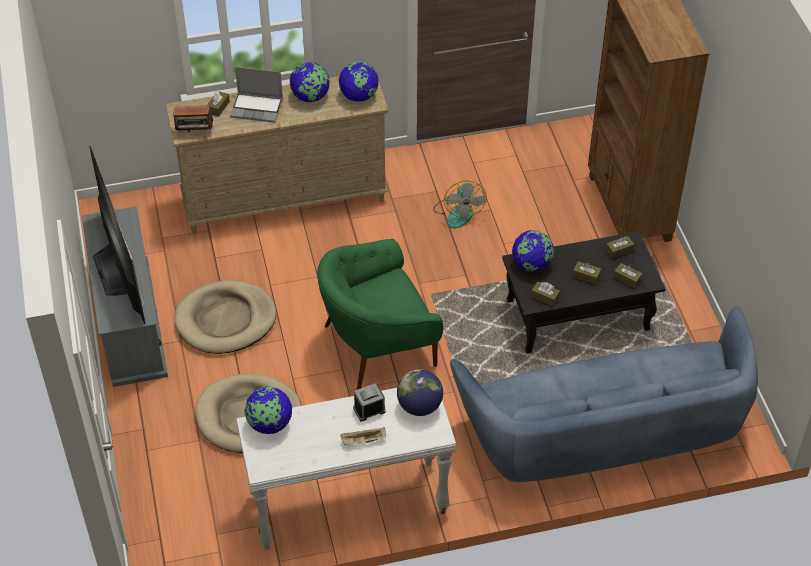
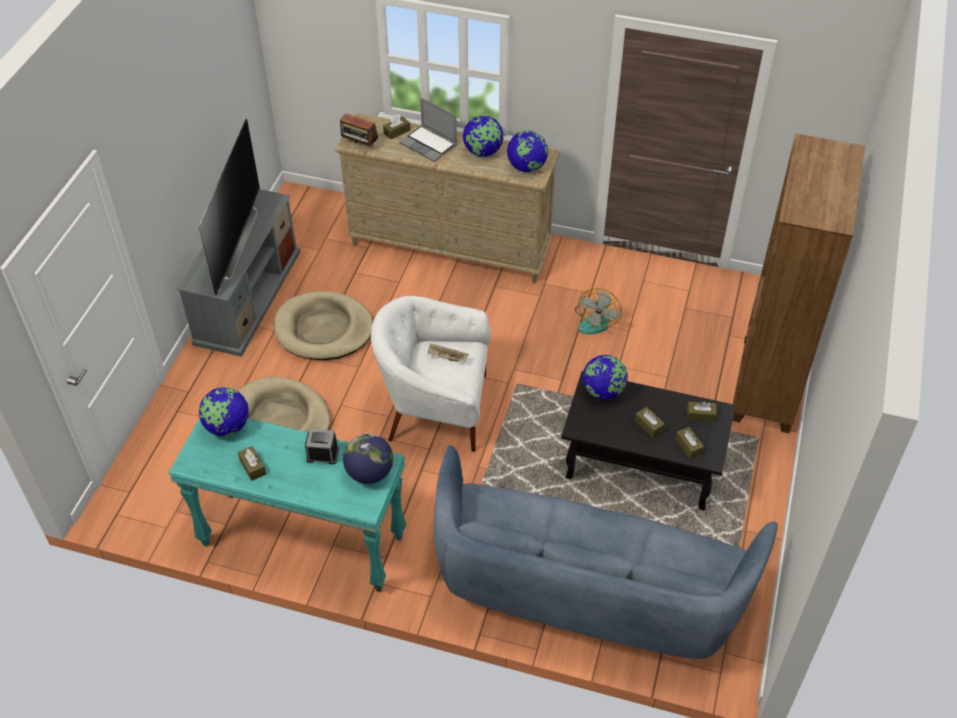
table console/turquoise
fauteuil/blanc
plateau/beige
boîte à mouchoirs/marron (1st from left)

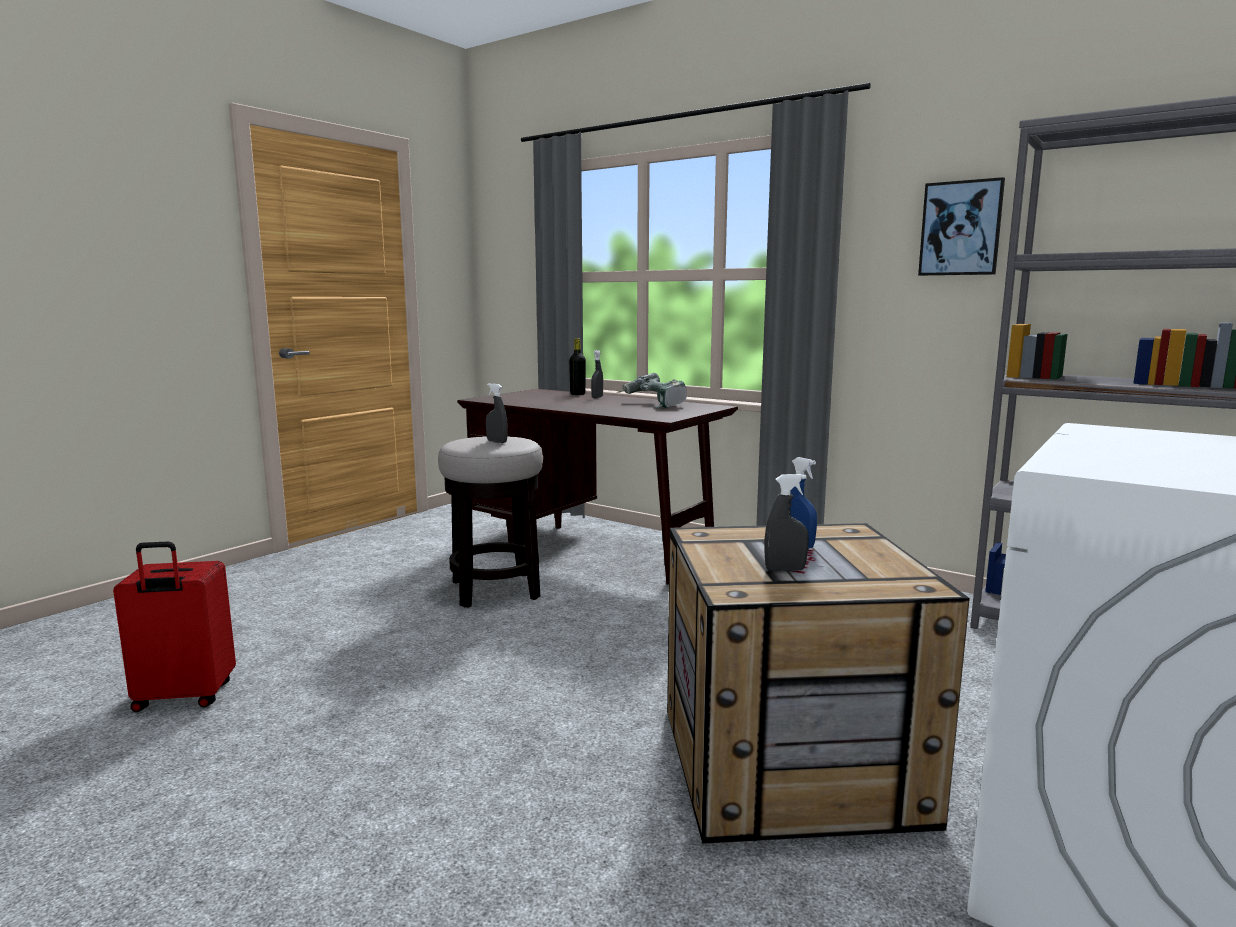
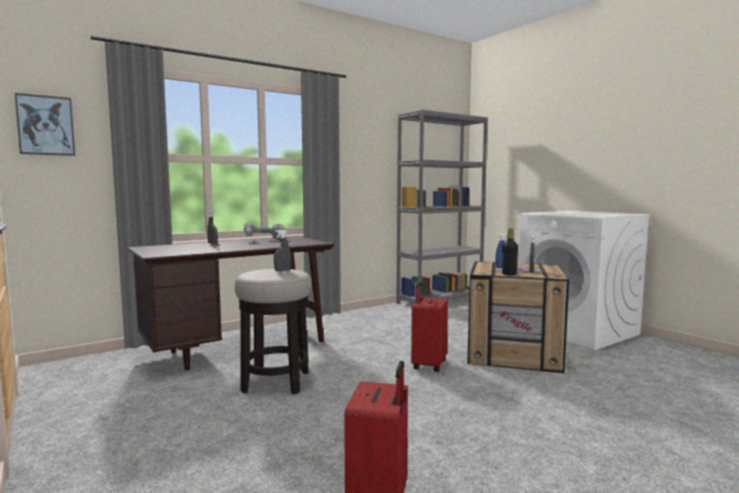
bouteille/noir
tableau
valise/rouge (2nd from left)

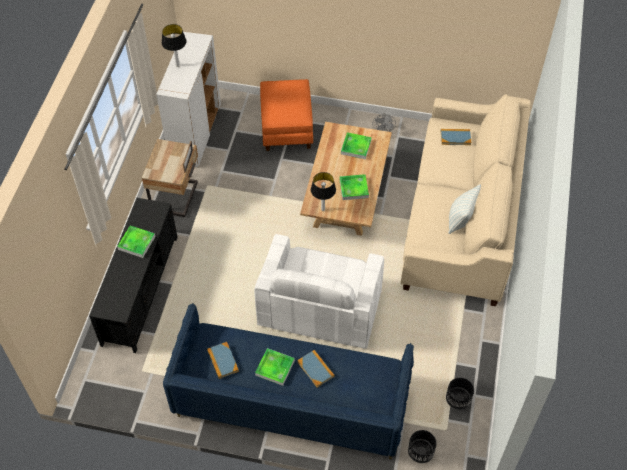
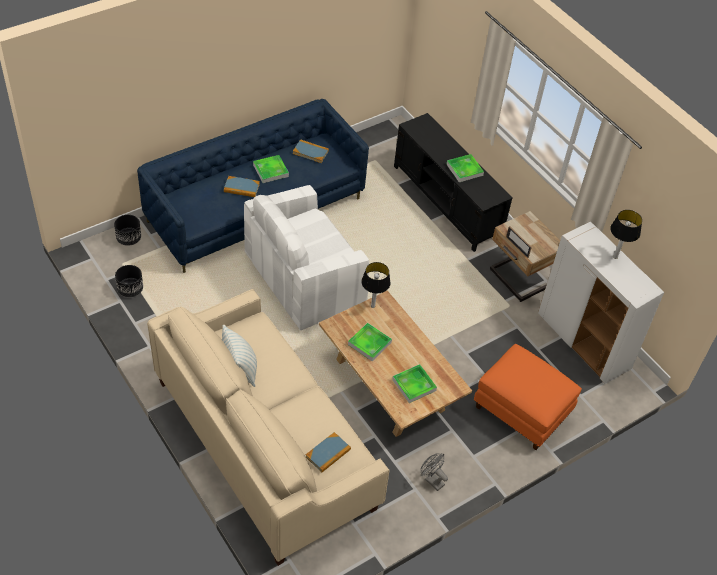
fauteuil/blanc

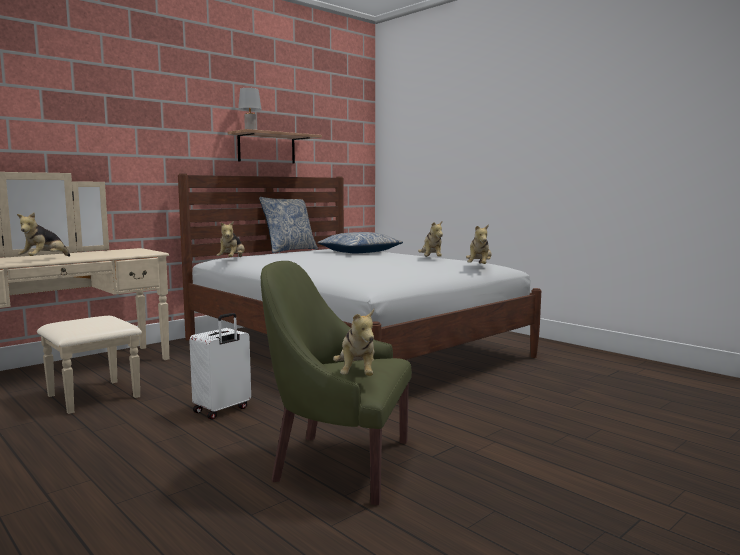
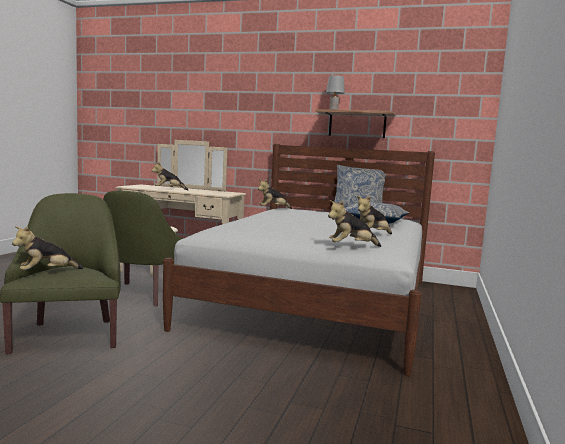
fauteuil/vert (2nd from left)

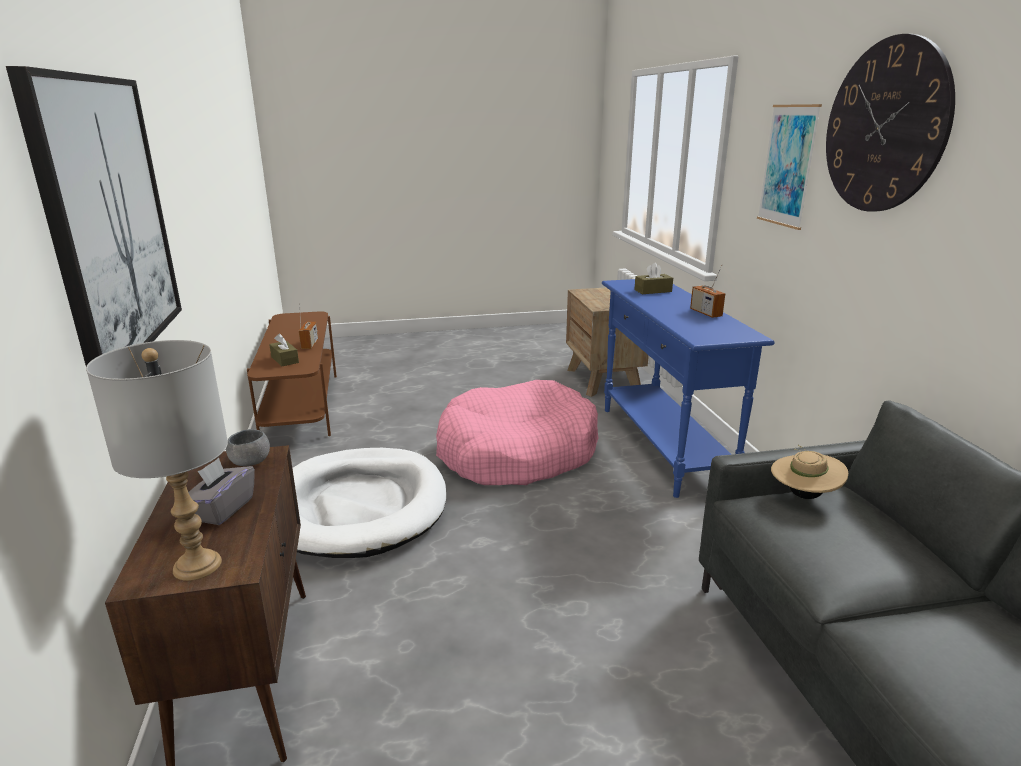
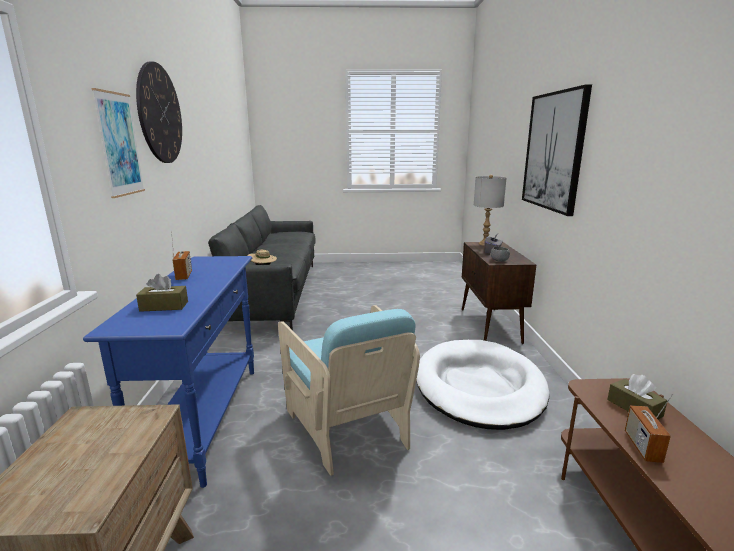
fauteuil/turquoise

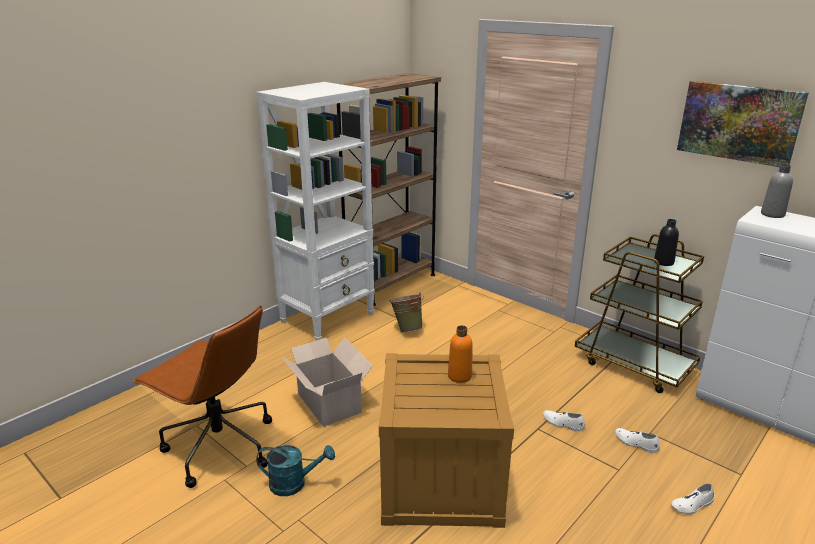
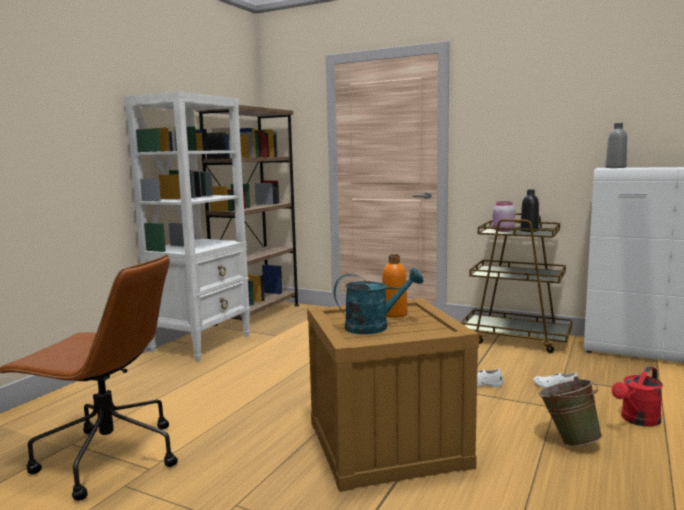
arrosoir/turquoise
carton
seau/vert
arrosoir/rouge
tableau
bocal/rose

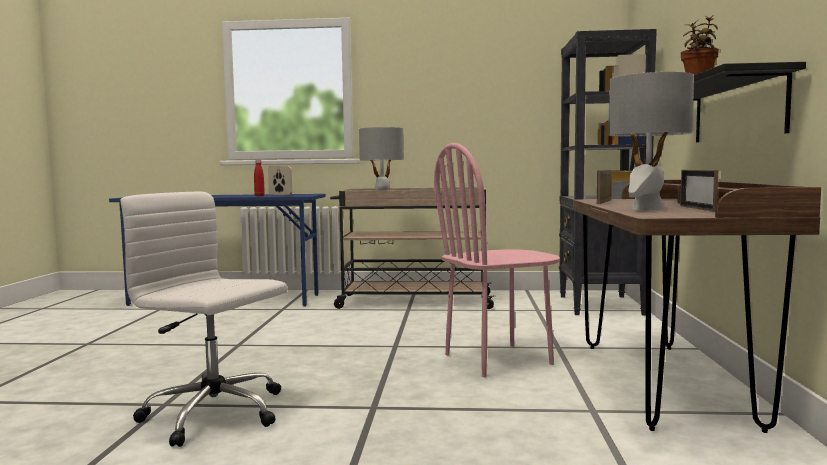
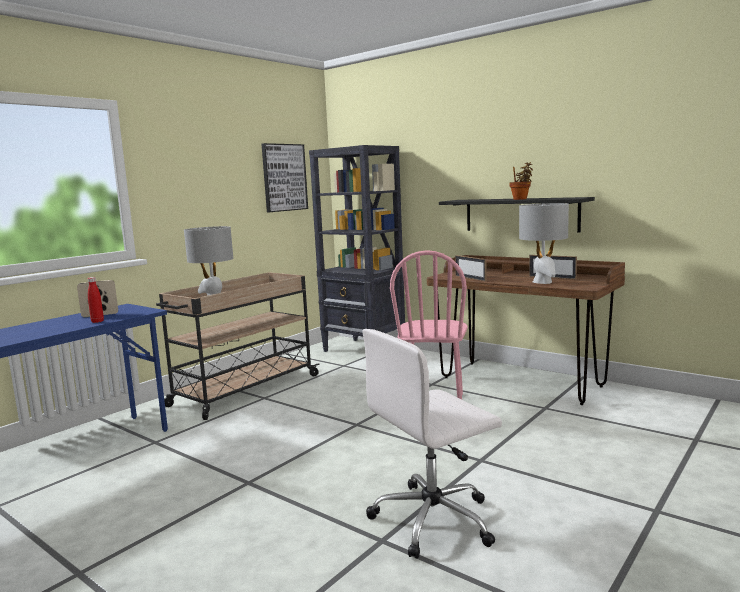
tableau

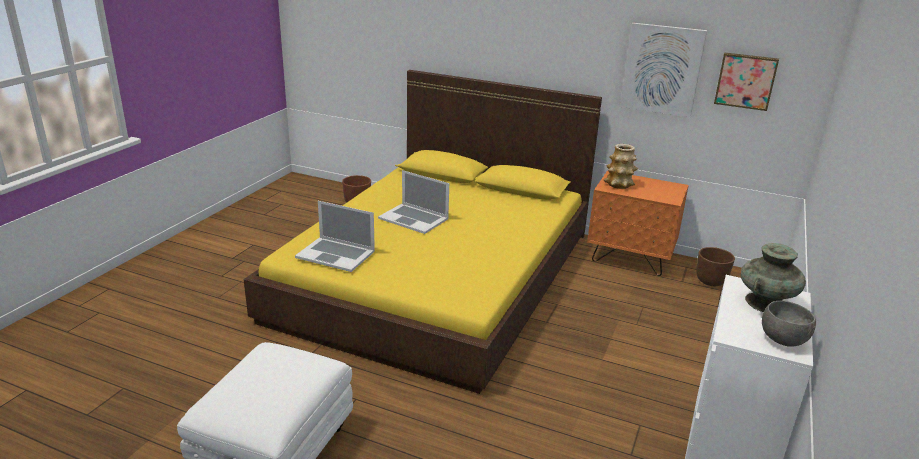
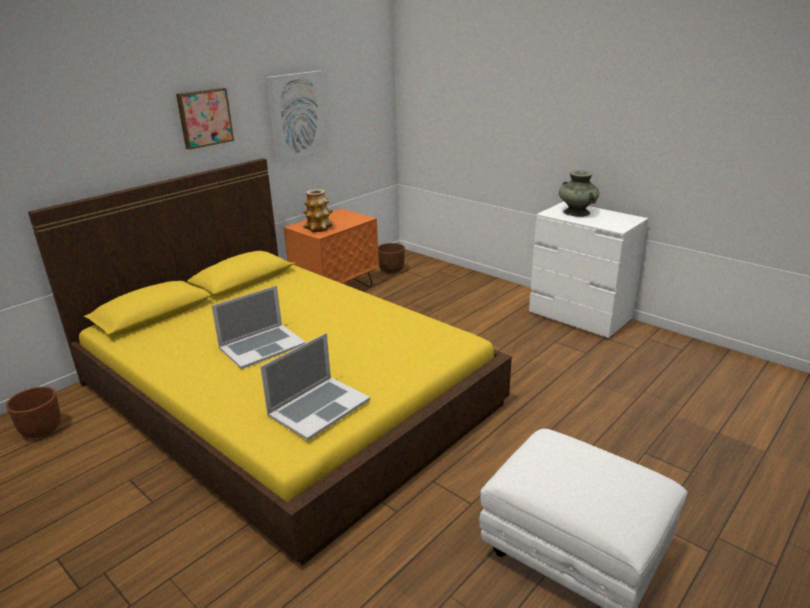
tableau (1st from left)
bol/gris

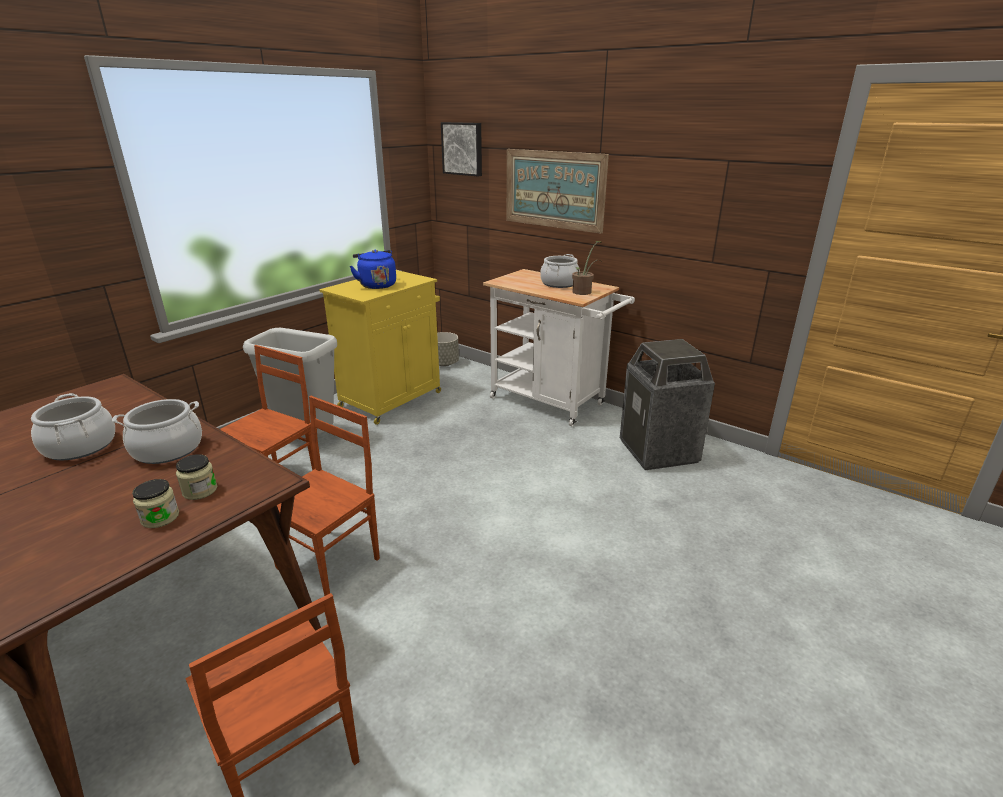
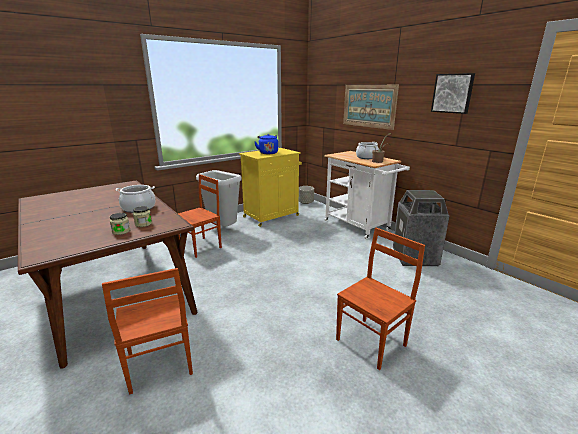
marmite (1st from left in the first image)
chaise/marron (3rd from left)
tableau (2nd from left)

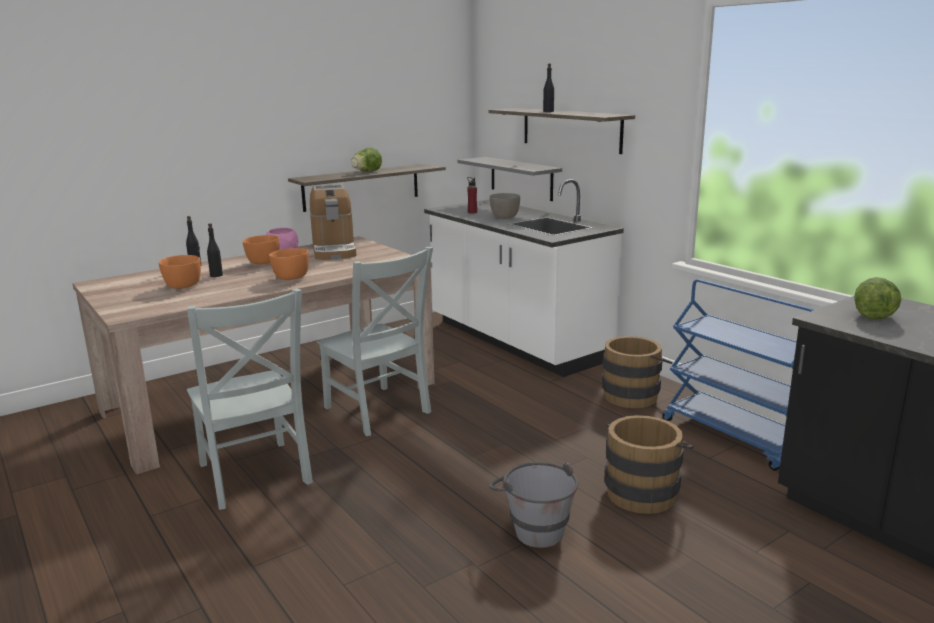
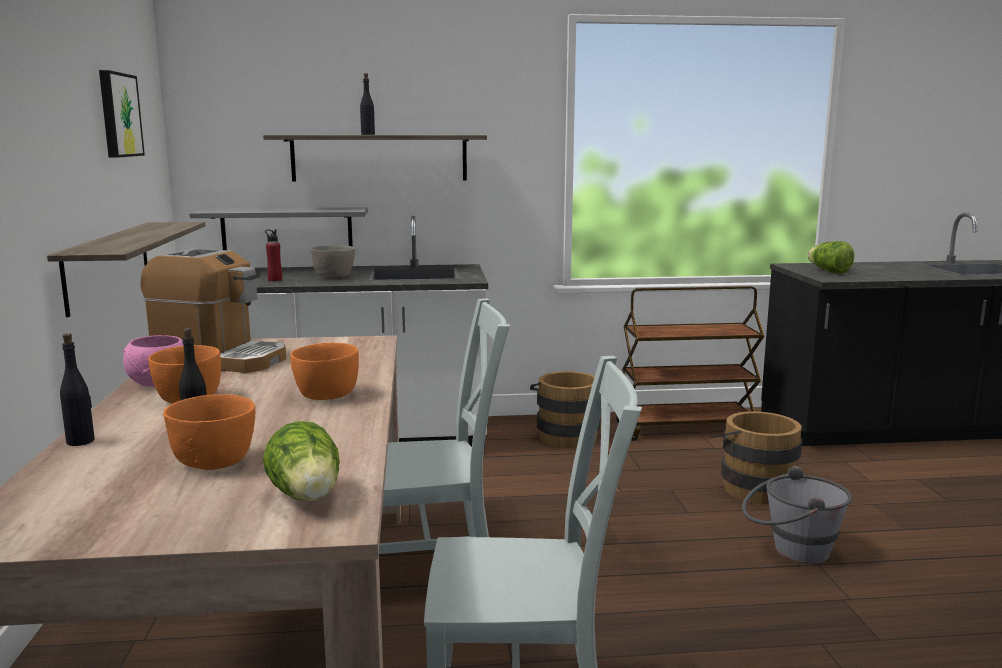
laitue (1st from left)
chariot/marron
tableau

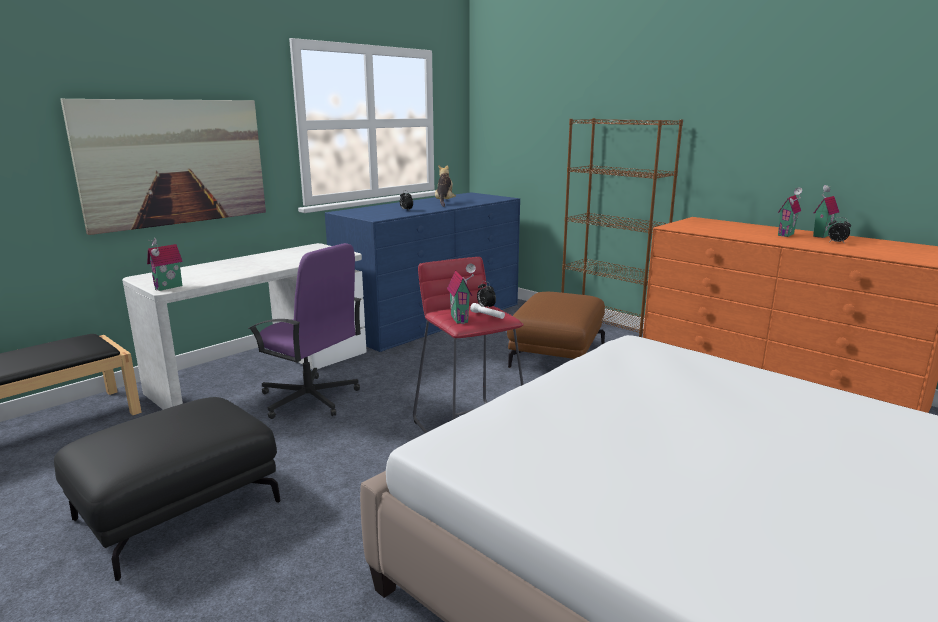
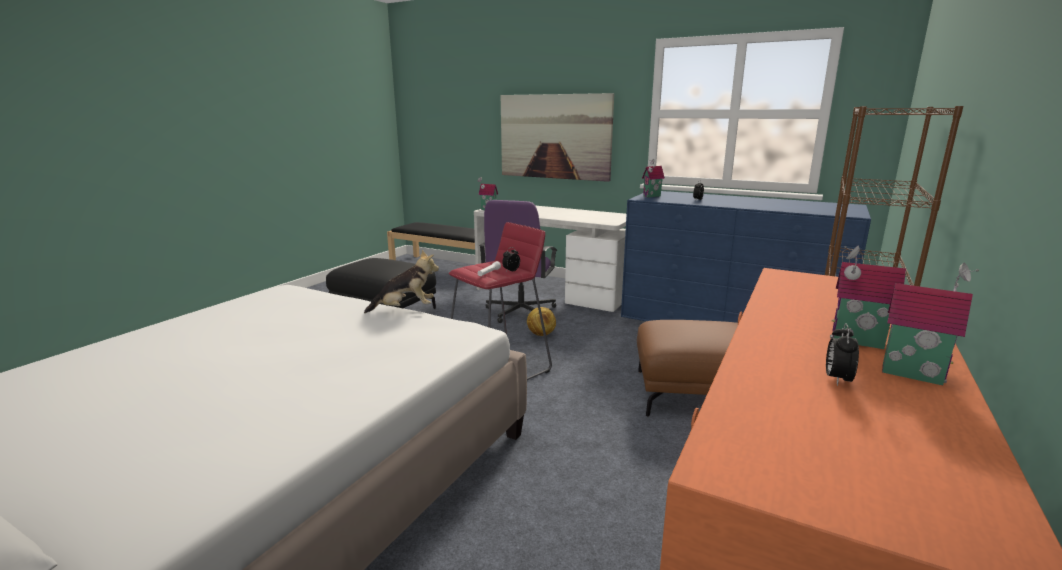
peluche
maison miniature (2nd from left)
ballon de foot

